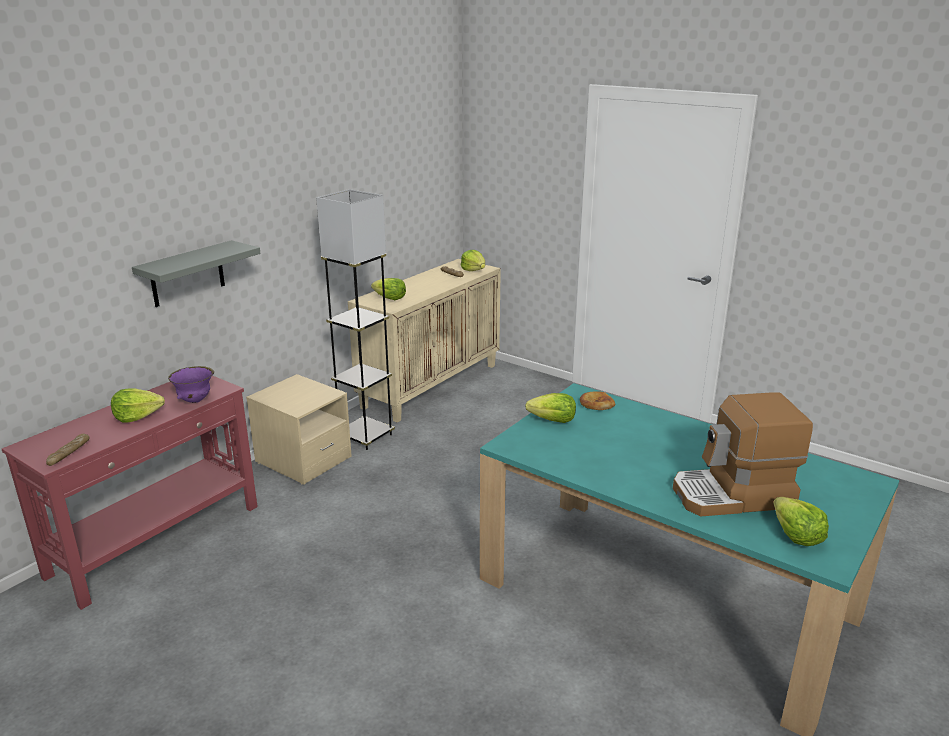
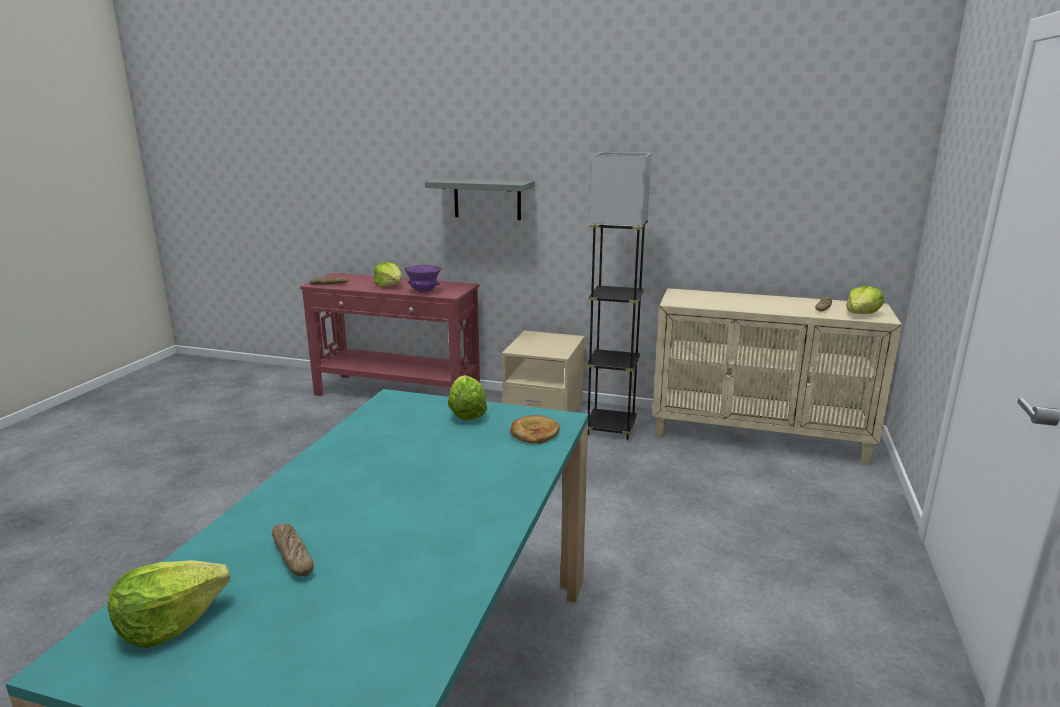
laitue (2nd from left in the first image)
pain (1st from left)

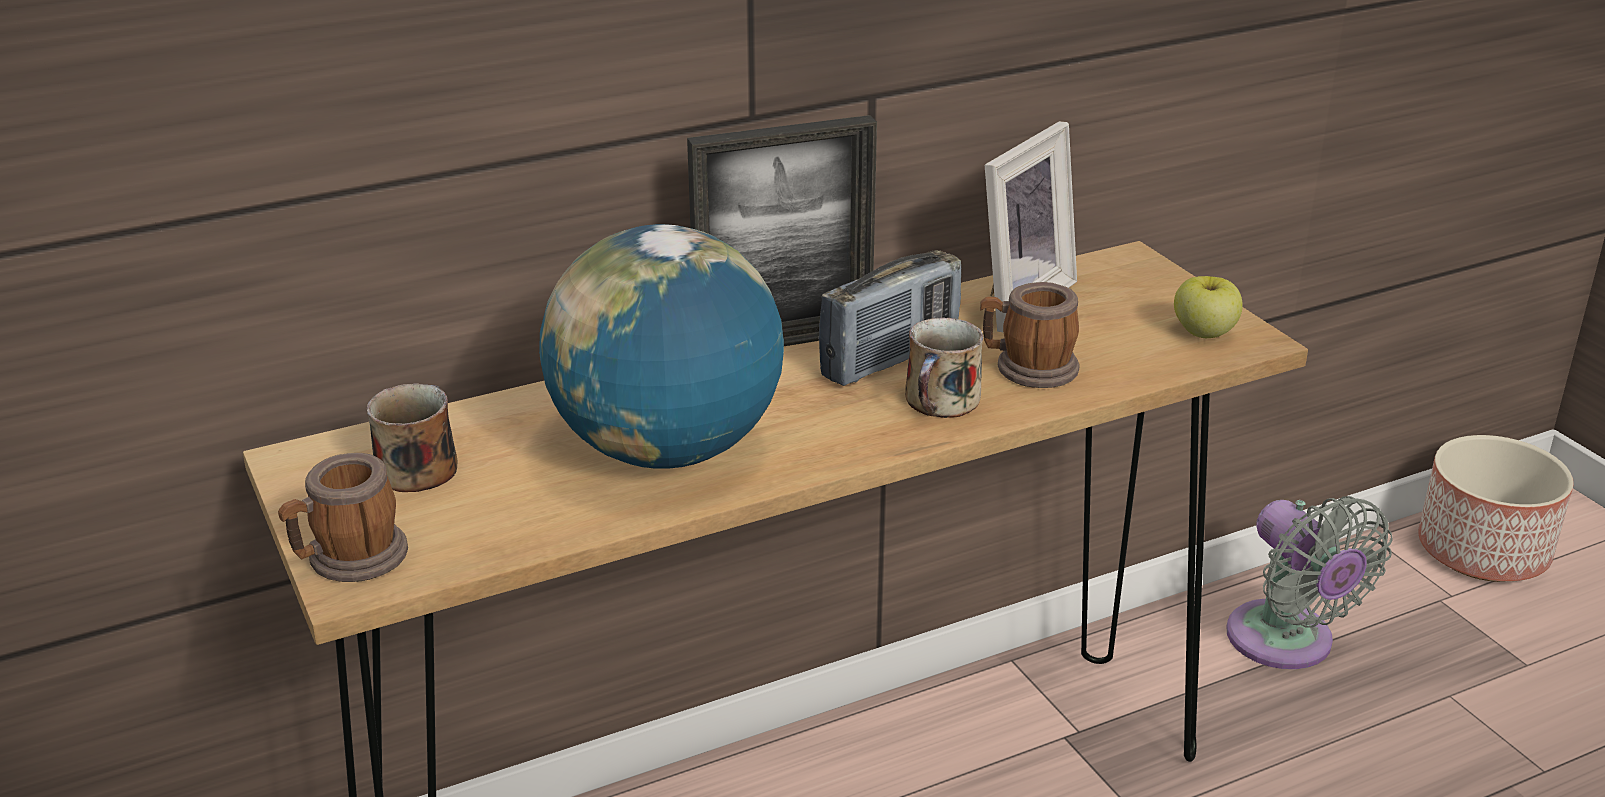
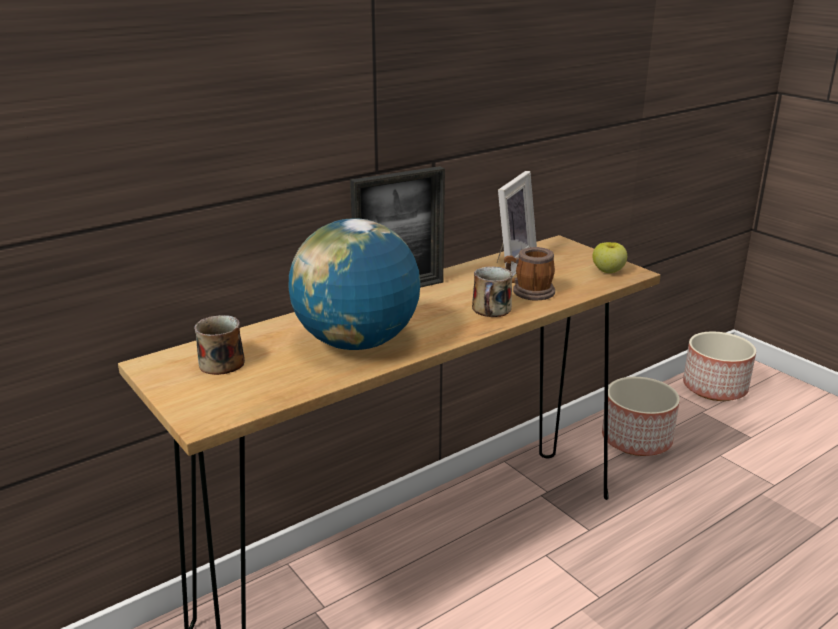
mug (1st from left in the first image)
radio
cache-pot (1st from left)

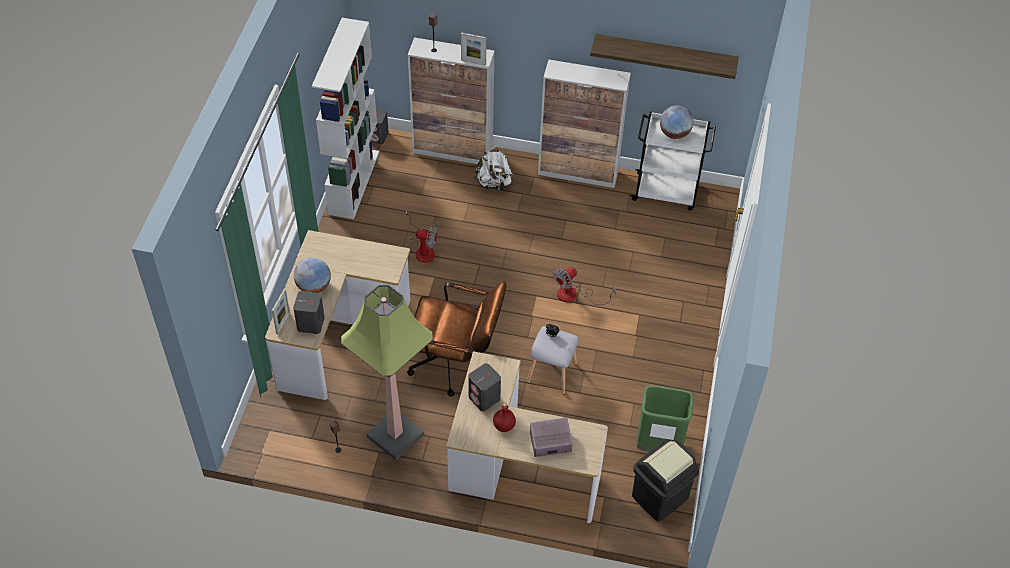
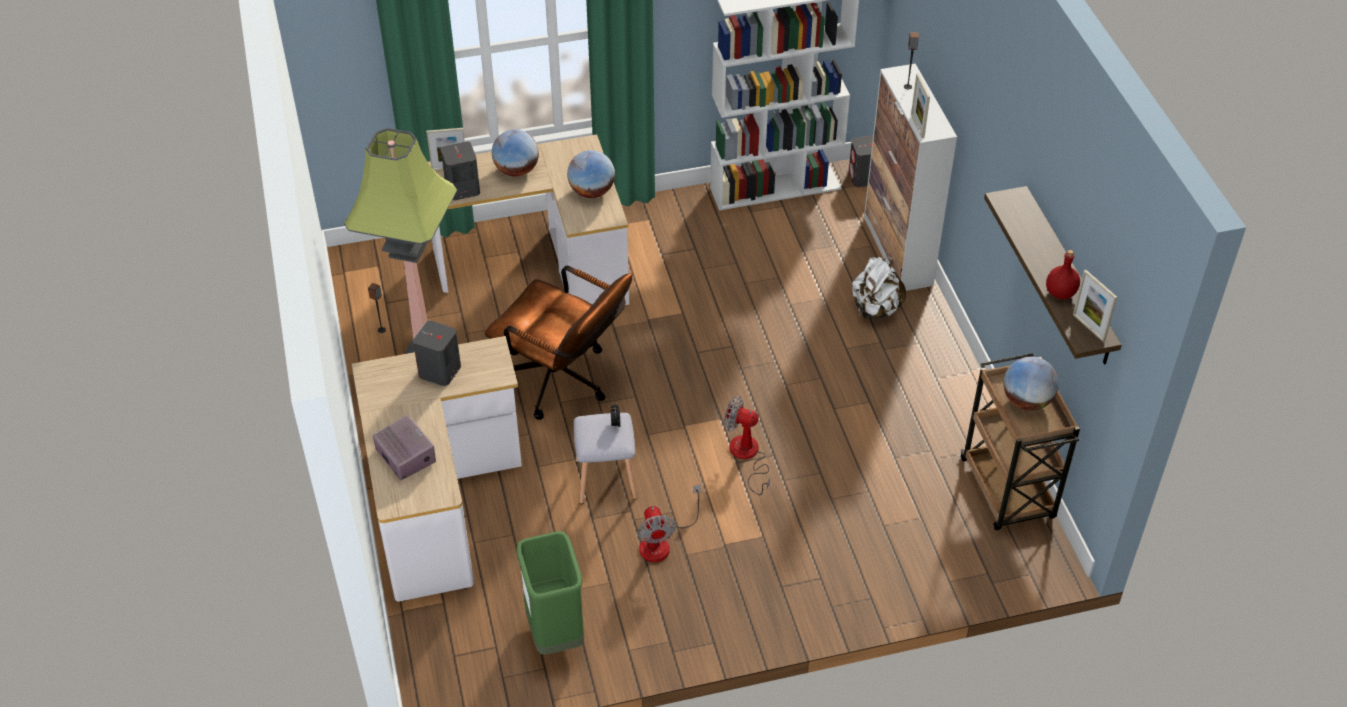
ventilateur (1st from left)
chaise de bureau/marron
bouteille/rouge
meuble de rangement (2nd from left in the first image)
chariot/marron
poubelle/noir
globe (2nd from left)
cadre photo (3rd from left)

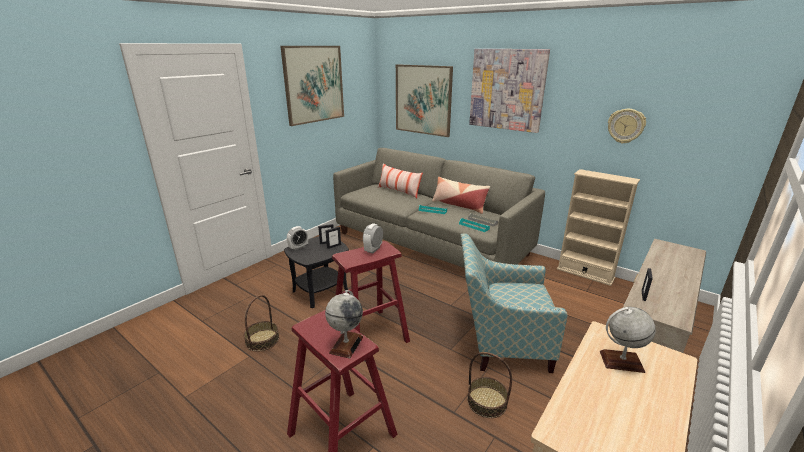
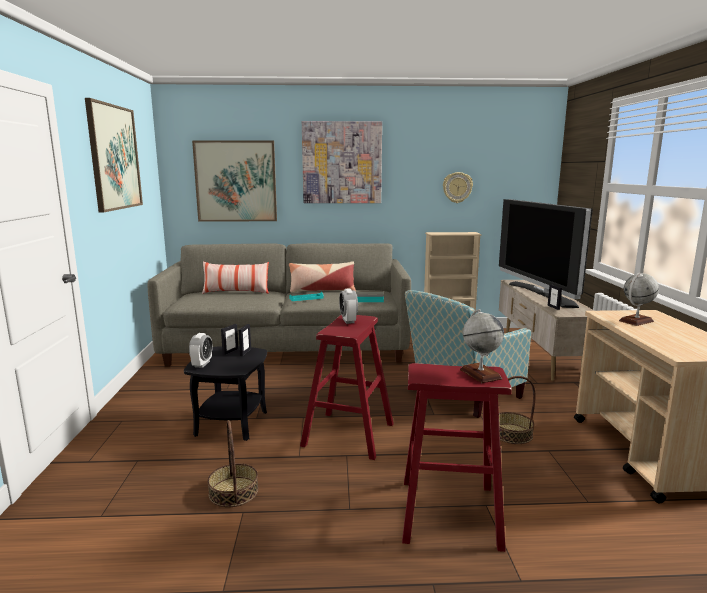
téléviseur

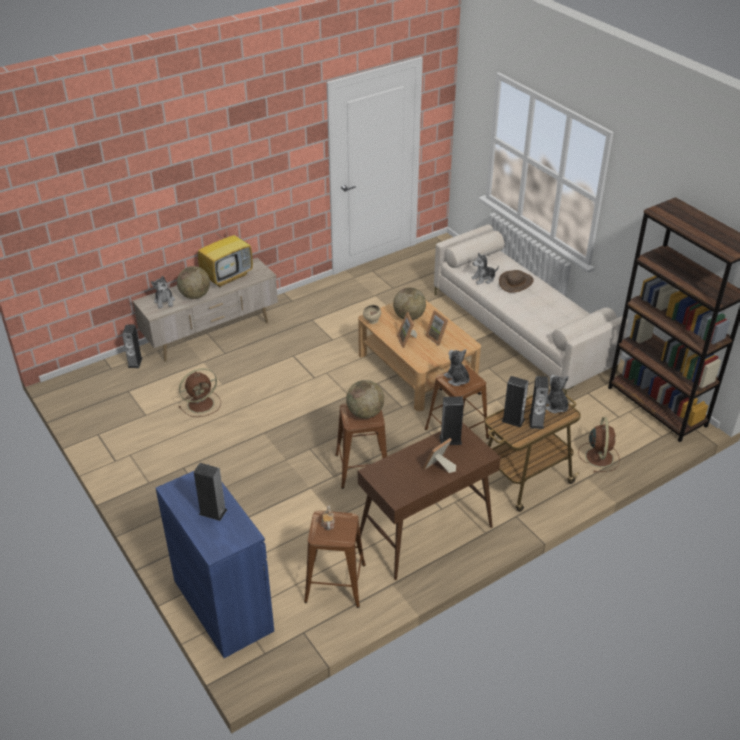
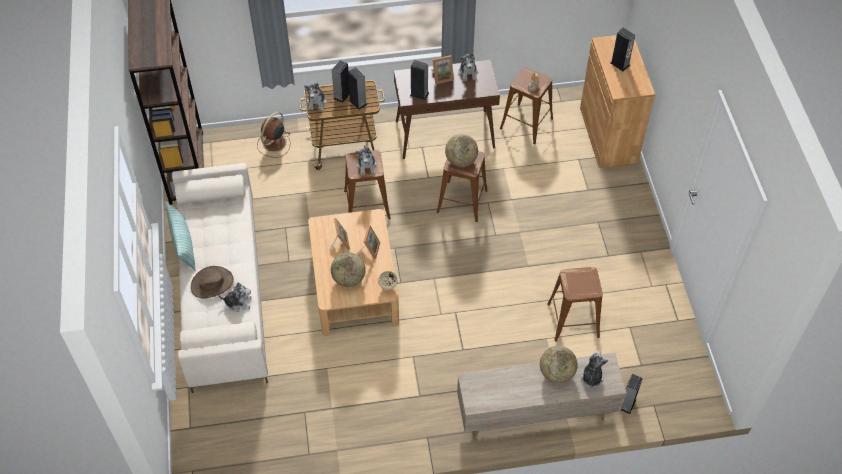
meuble de rangement/marron
tabouret/marron (4th from left)
téléviseur
coussin
peluche (4th from left)

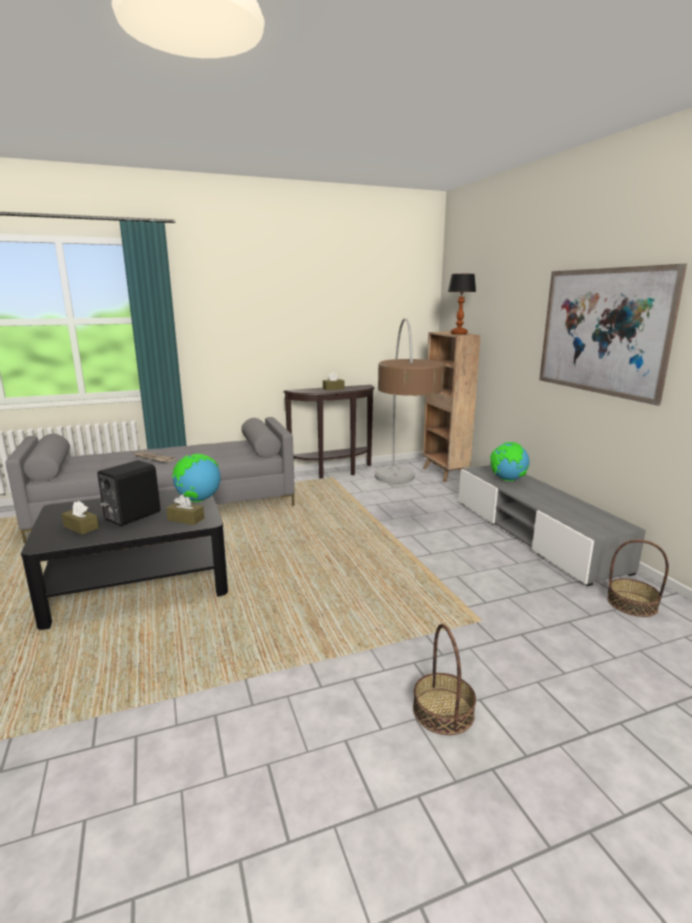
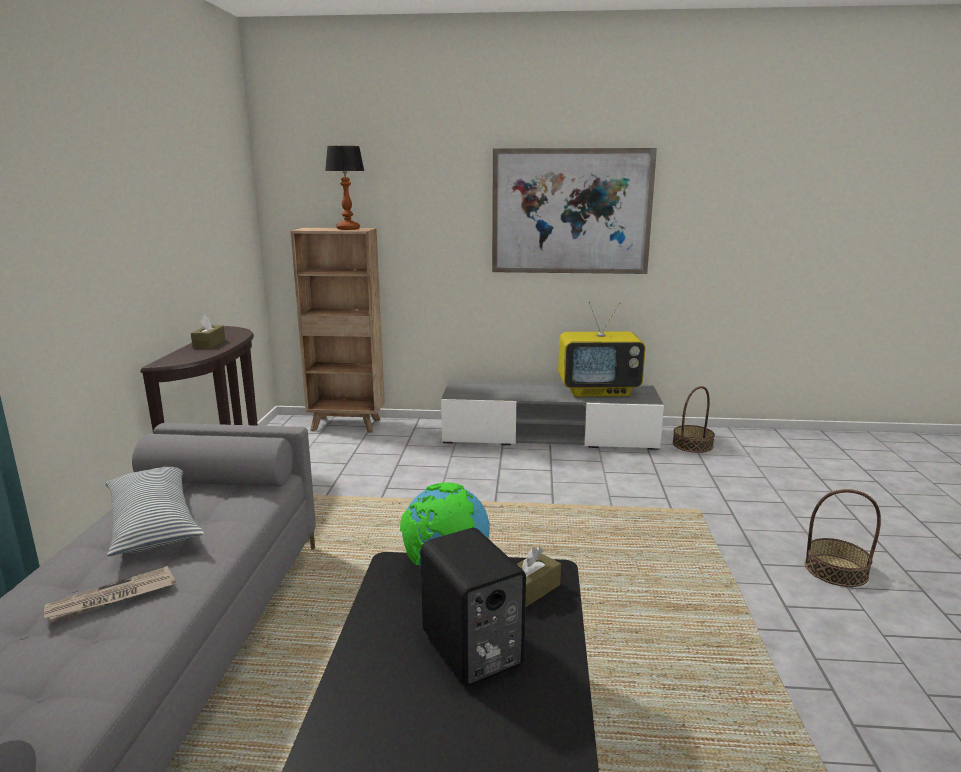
boîte à mouchoirs/marron (1st from left in the first image)
lampadaire
globe (2nd from left in the first image)
coussin
téléviseur

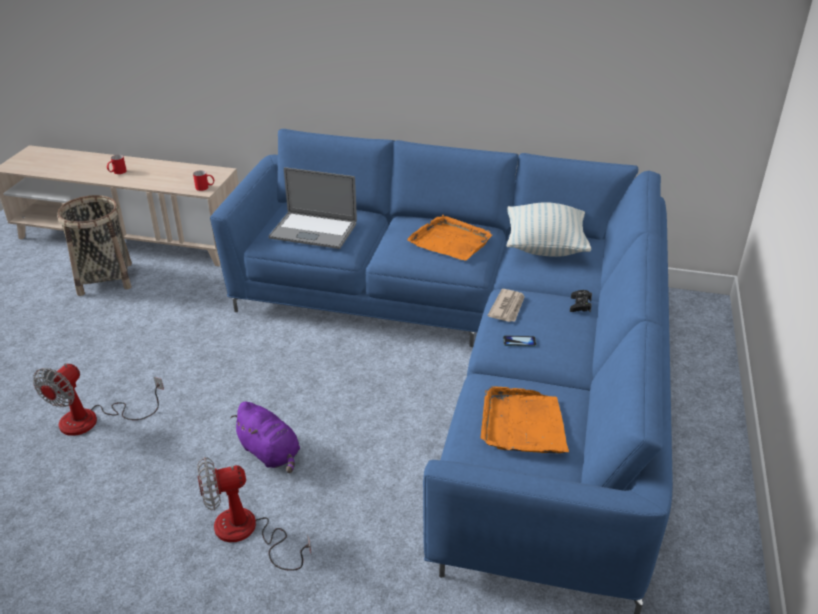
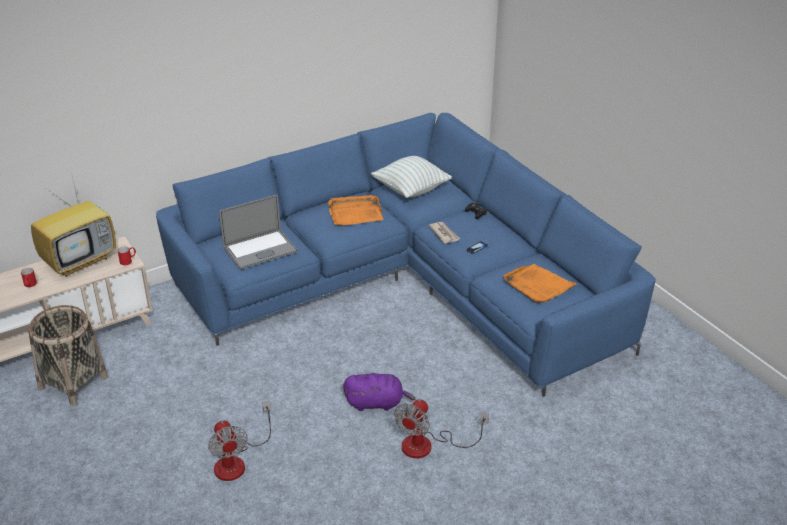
téléviseur

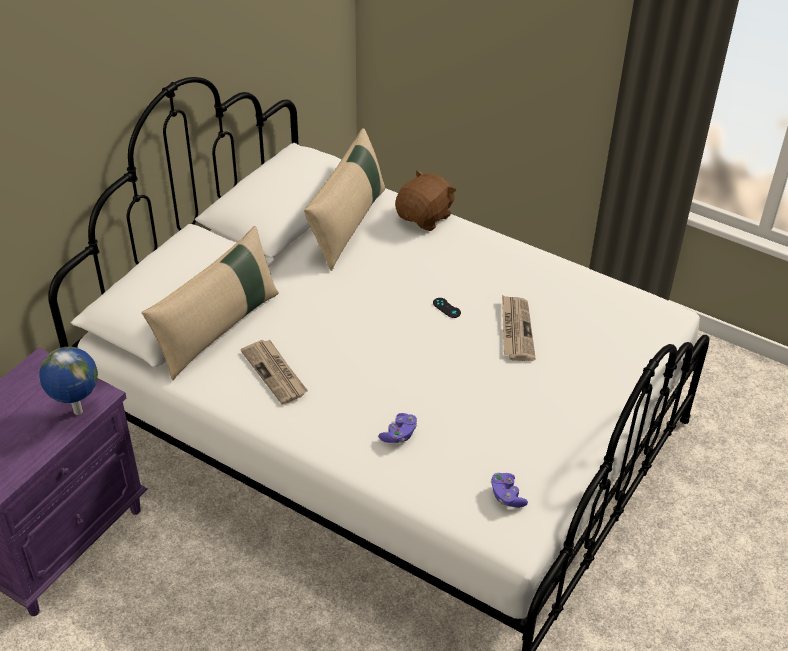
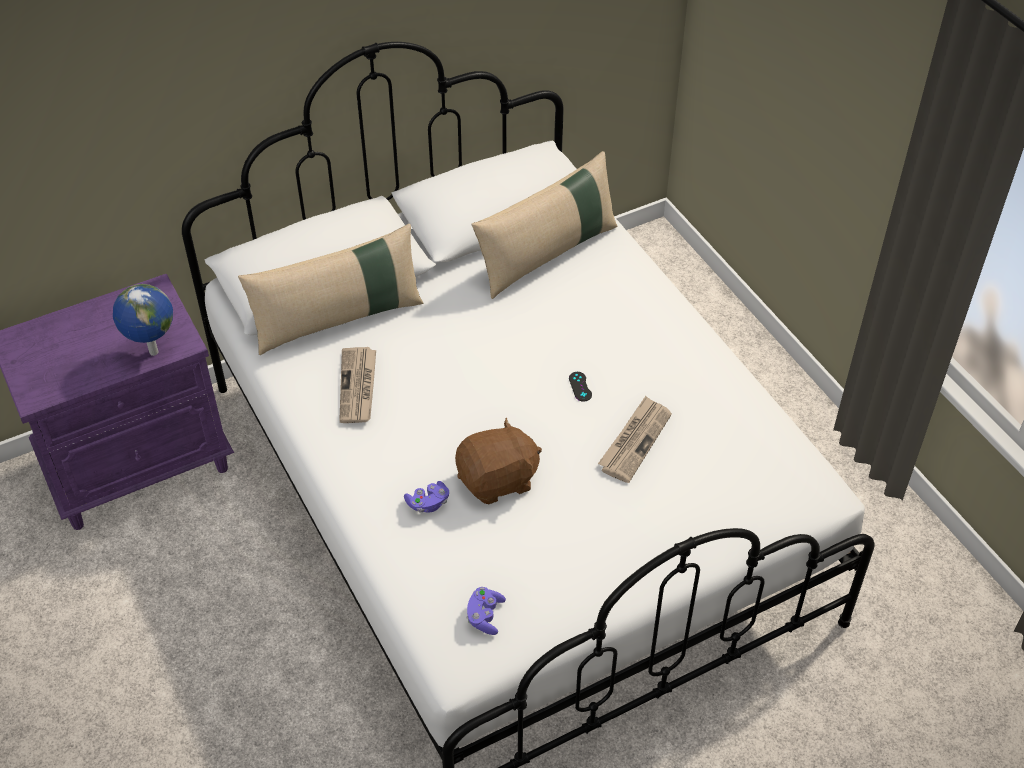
peluche/marron

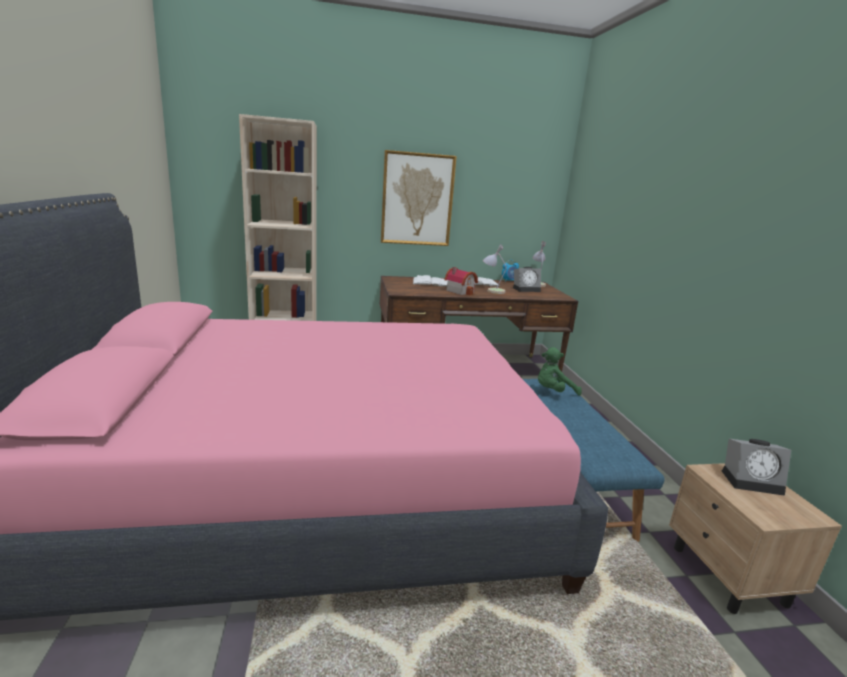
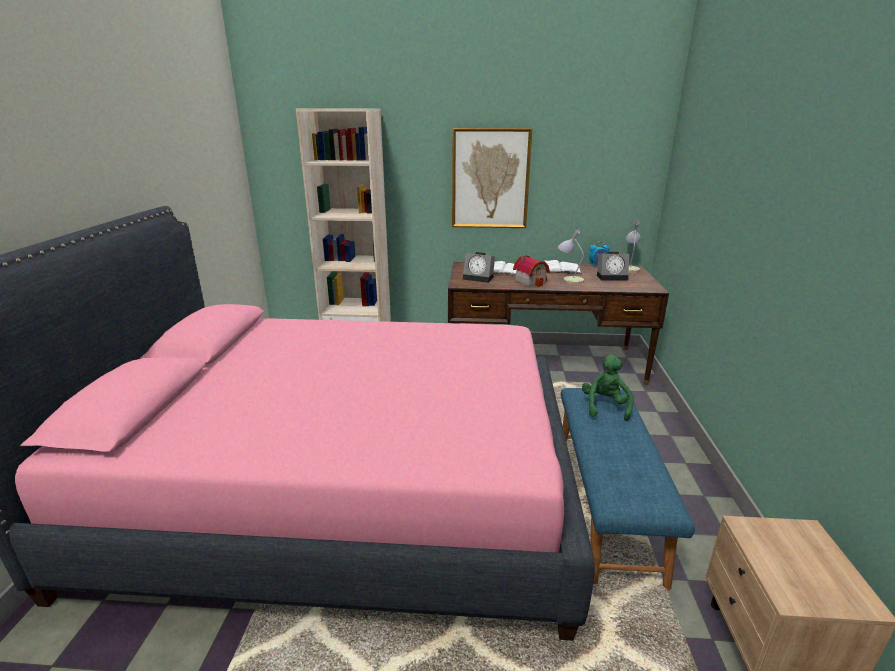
peluche/vert
réveil (1st from left)

